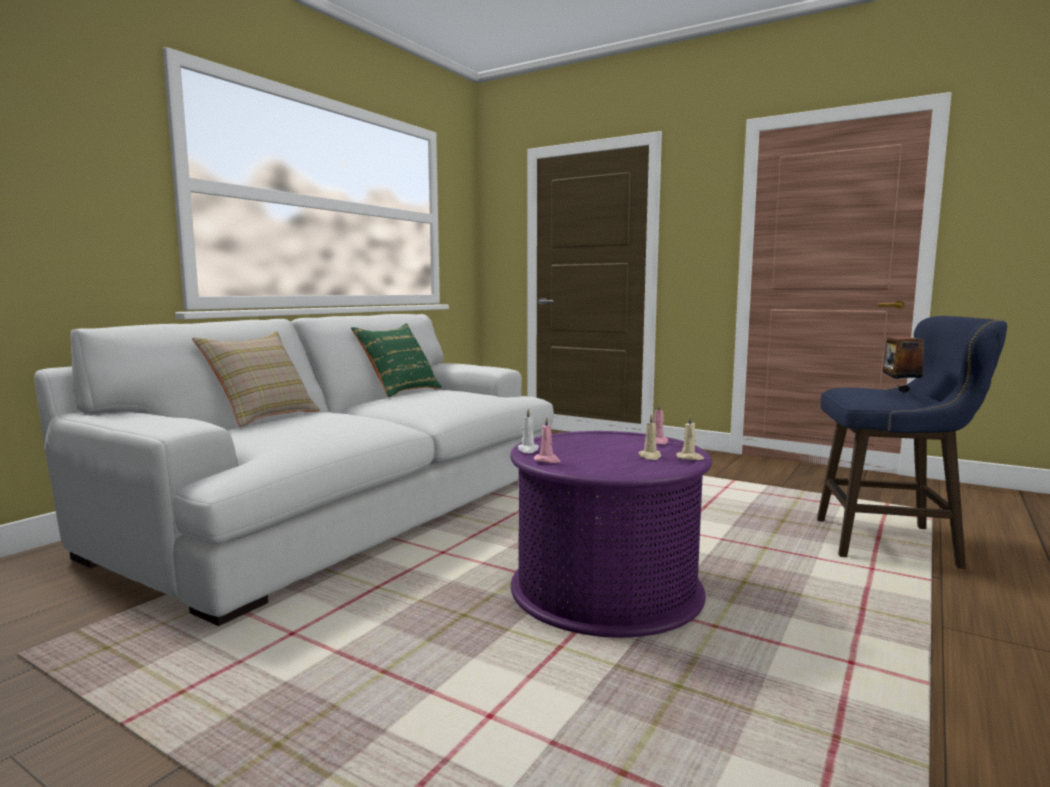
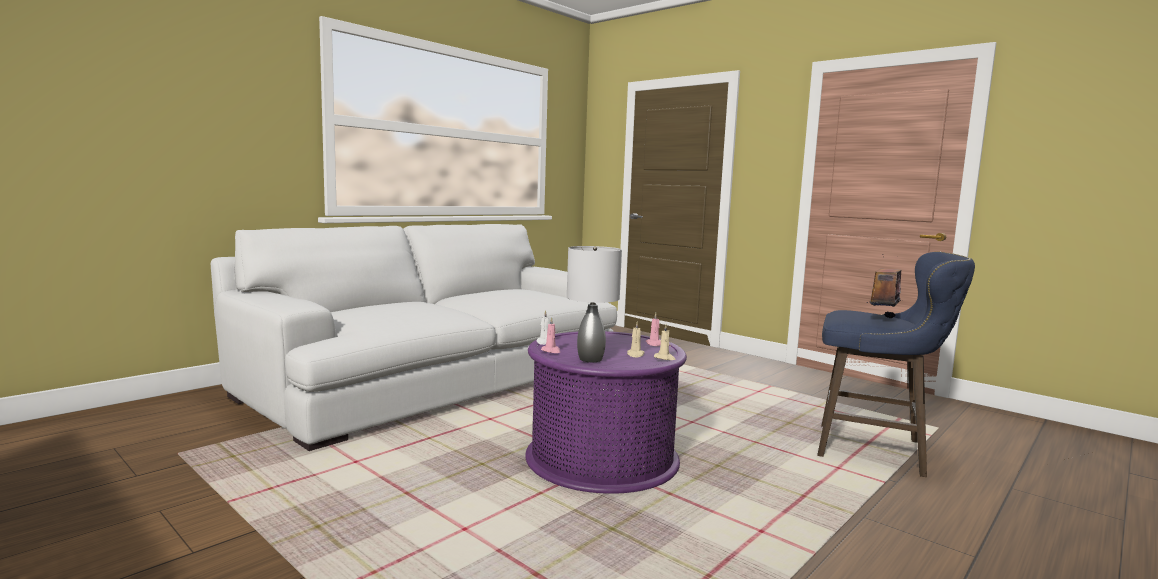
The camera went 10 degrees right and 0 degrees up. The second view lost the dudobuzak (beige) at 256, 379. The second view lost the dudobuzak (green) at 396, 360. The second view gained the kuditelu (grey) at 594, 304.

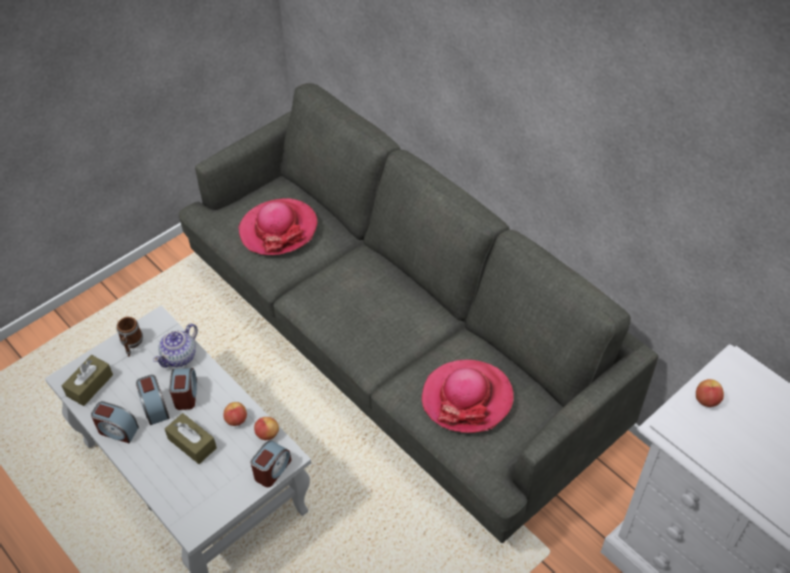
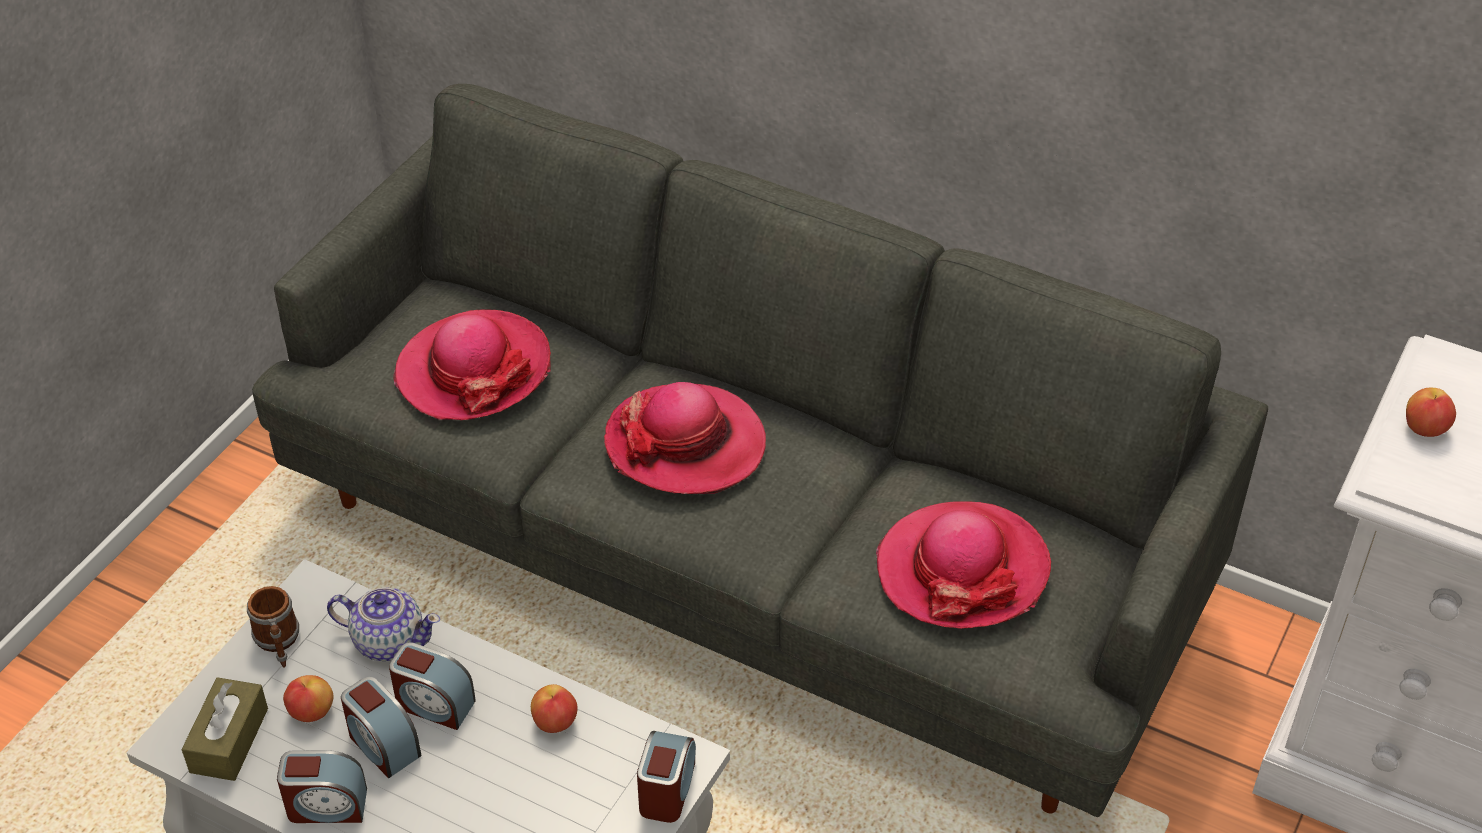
The camera went 20 degrees left and 5 degrees down. The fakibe at 175, 346 ended up facing another way, 90 degrees counterclockwise from before. The second view lost the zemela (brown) at 191, 438. The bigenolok at 183, 389 ended up facing another way, 135 degrees clockwise from before. The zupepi ended up elsewhere, having gone from 266, 428 to 308, 698. The second view gained the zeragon at 685, 438.

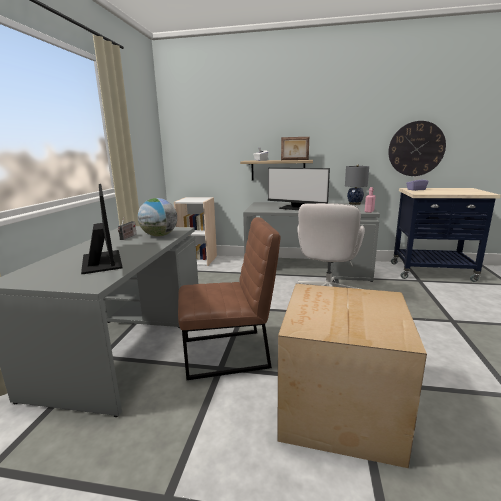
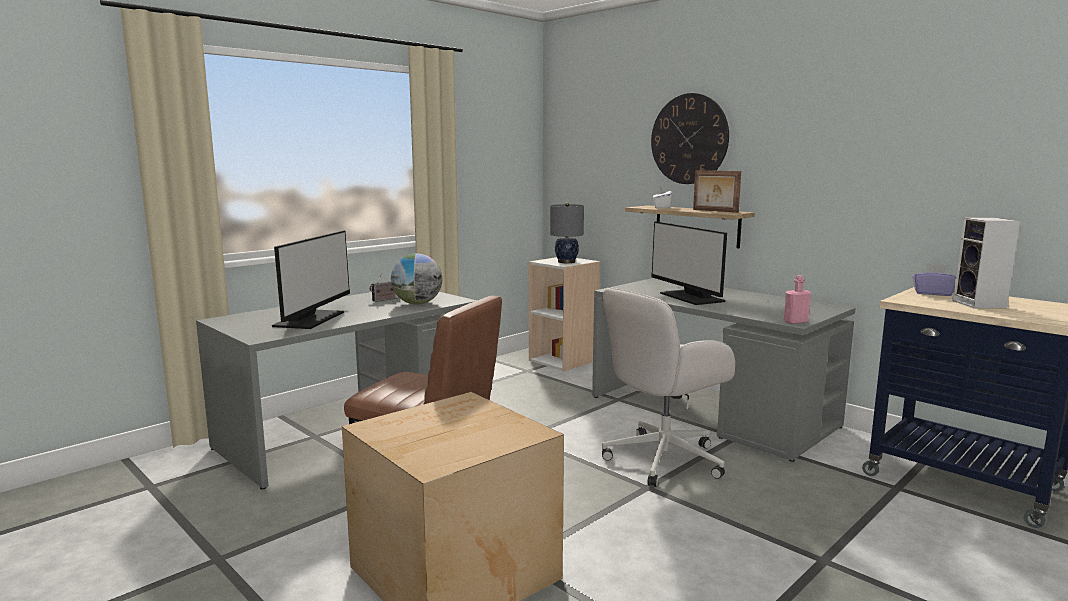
The camera went 35 degrees right and 5 degrees down. The kuditelu (grey) ended up elsewhere, having gone from 357, 185 to 567, 233. The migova ended up elsewhere, having gone from 417, 148 to 690, 138. The second view gained the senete at 986, 263.

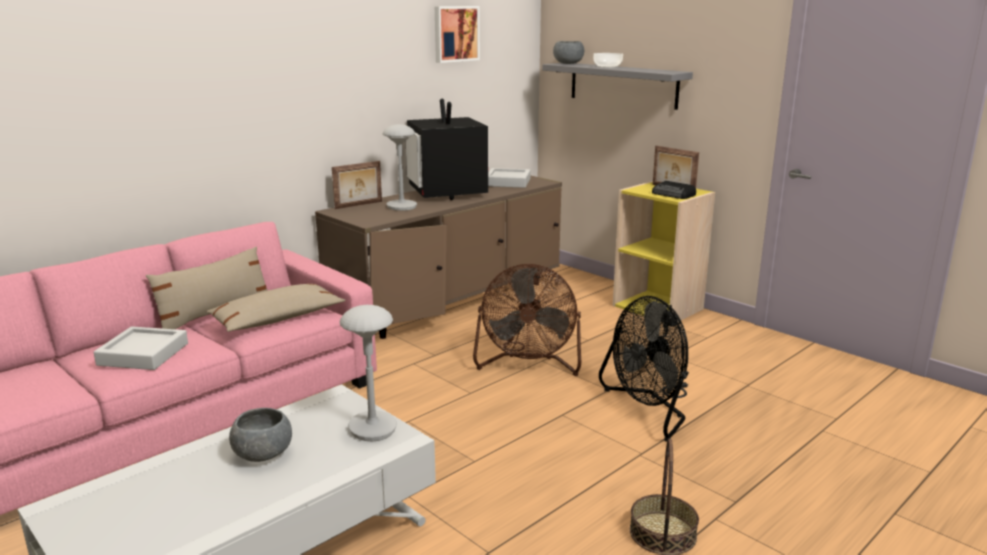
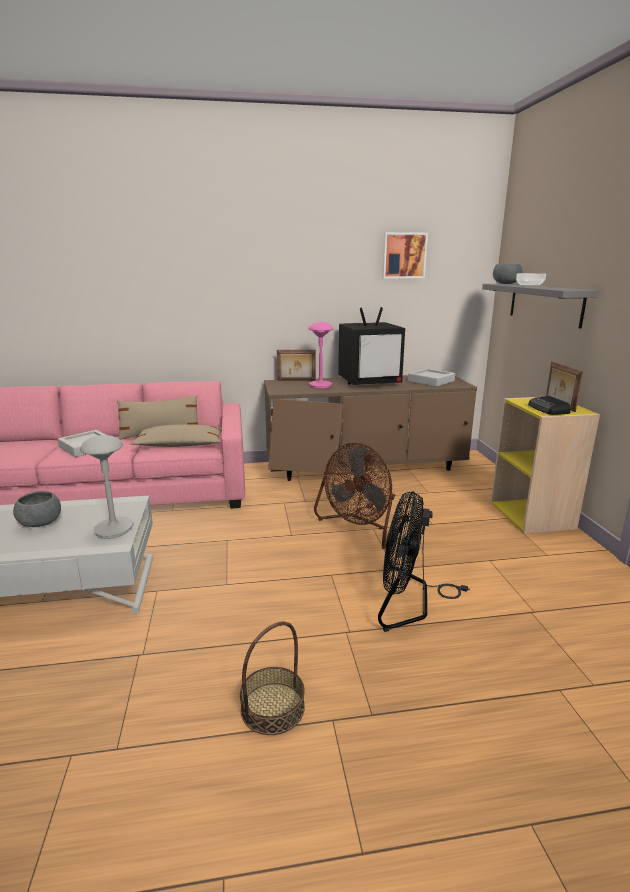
The camera went 35 degrees right and 0 degrees up. What was the kuditelu (grey) at 400, 167 turned into the kuditelu (pink) at 320, 355. The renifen at 447, 149 ended up facing another way, 120 degrees counterclockwise from before.

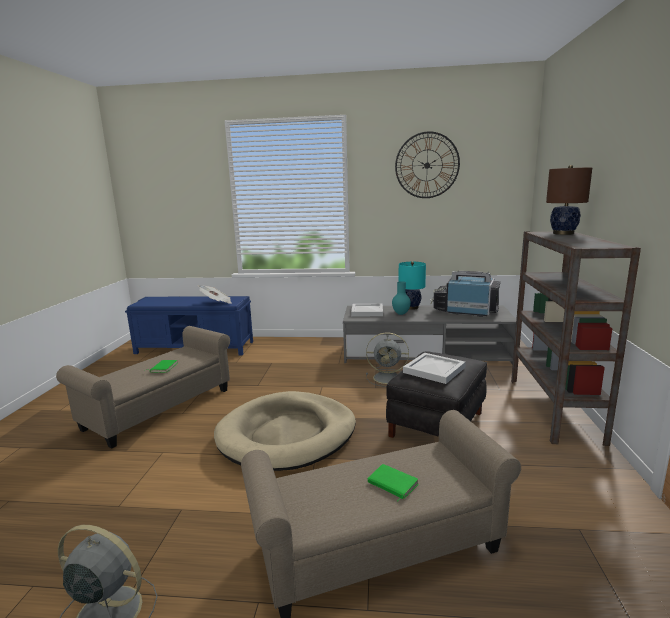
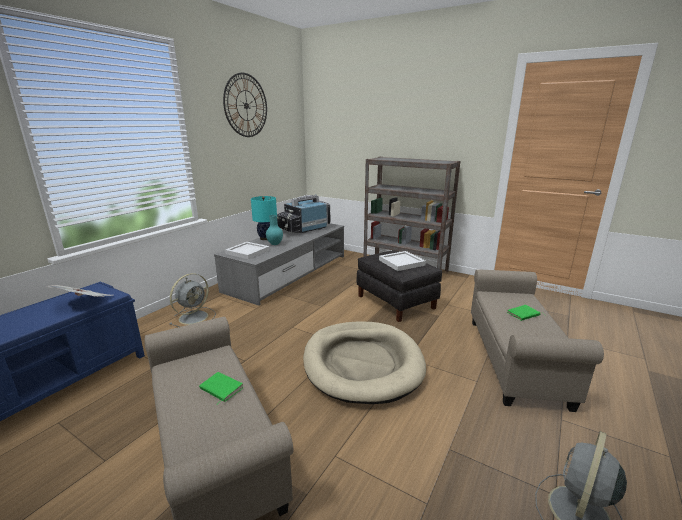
The camera went 65 degrees left and 5 degrees up. The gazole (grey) ended up elsewhere, having gone from 387, 359 to 192, 300. The second view lost the kuditelu (brown) at 569, 200.

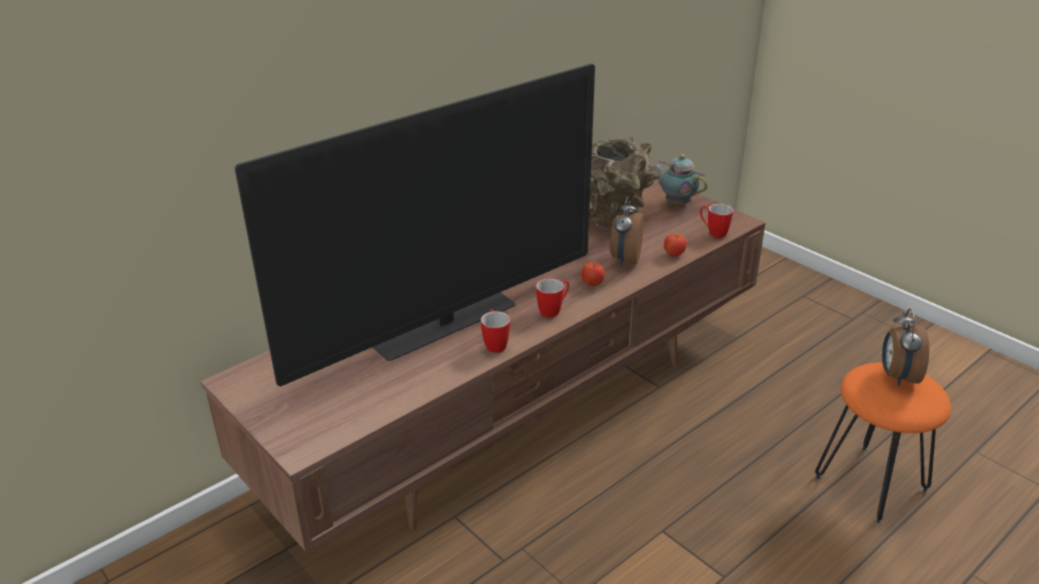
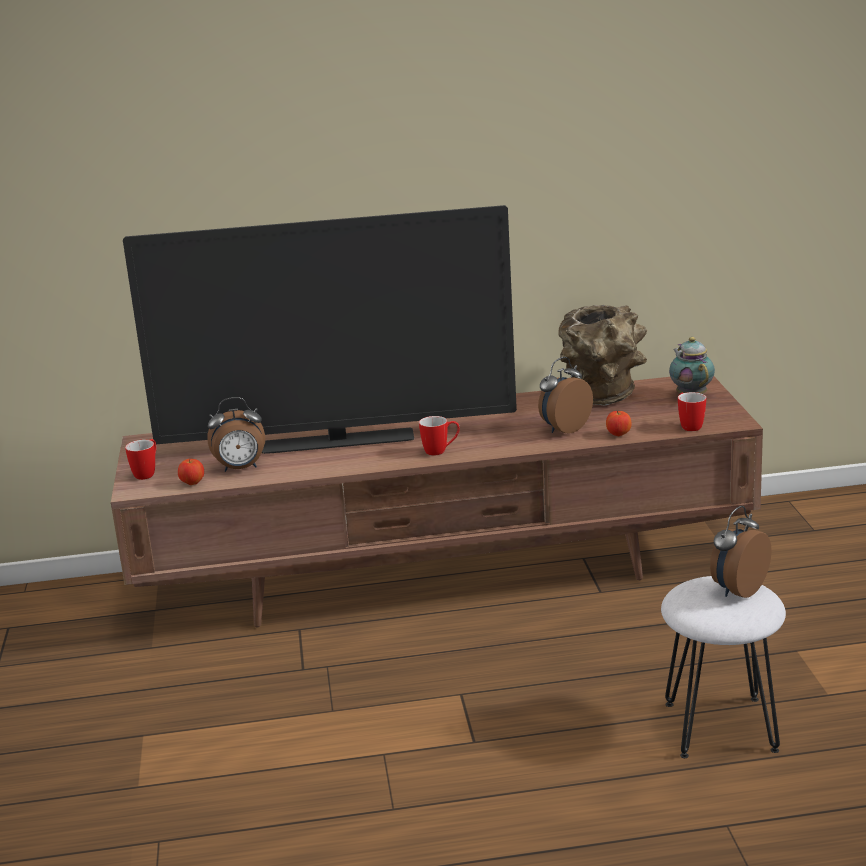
The camera went 35 degrees right and 10 degrees down. The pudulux ended up elsewhere, having gone from 495, 331 to 140, 459. The zupepi ended up elsewhere, having gone from 593, 274 to 191, 472. What was the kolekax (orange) at 883, 443 turned into the kolekax (white) at 723, 667. The second view gained the bigenolok at 236, 434.

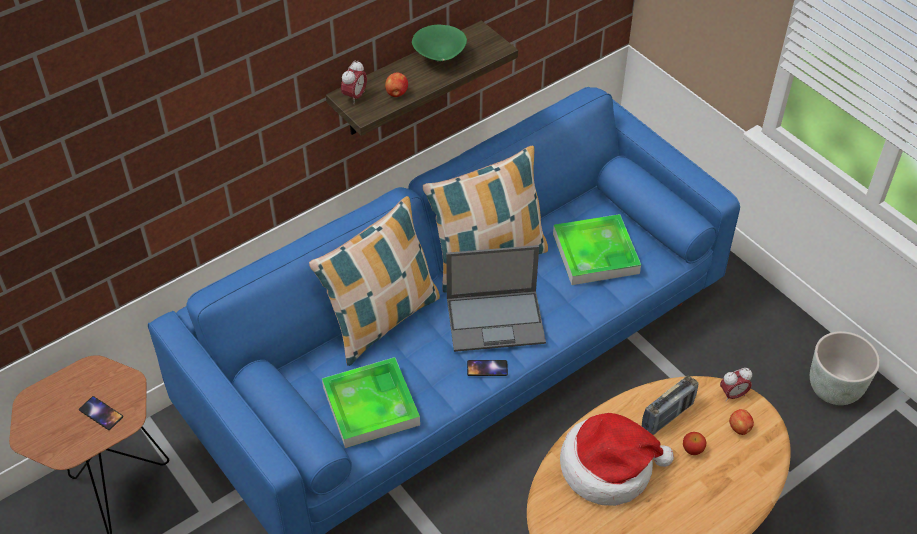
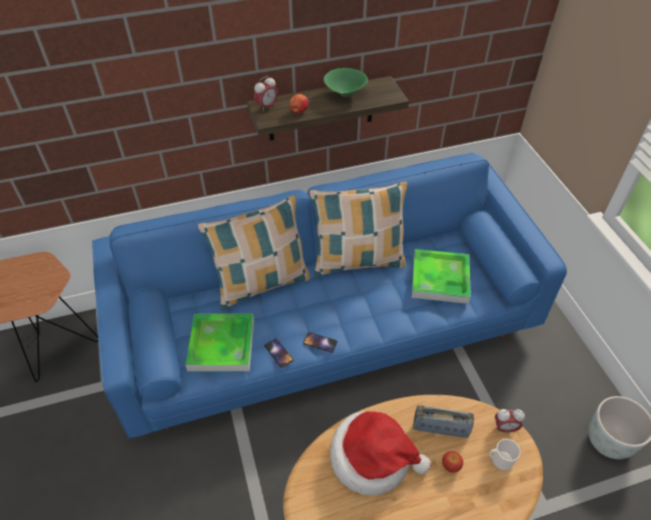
The camera went 20 degrees right and 0 degrees up. The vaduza ended up elsewhere, having gone from 101, 413 to 278, 353. The second view lost the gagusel at 496, 298. The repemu at 670, 405 ended up facing another way, 150 degrees counterclockwise from before. Where the zupepi stood at 741, 422, the pudulux came to stand at 505, 455.

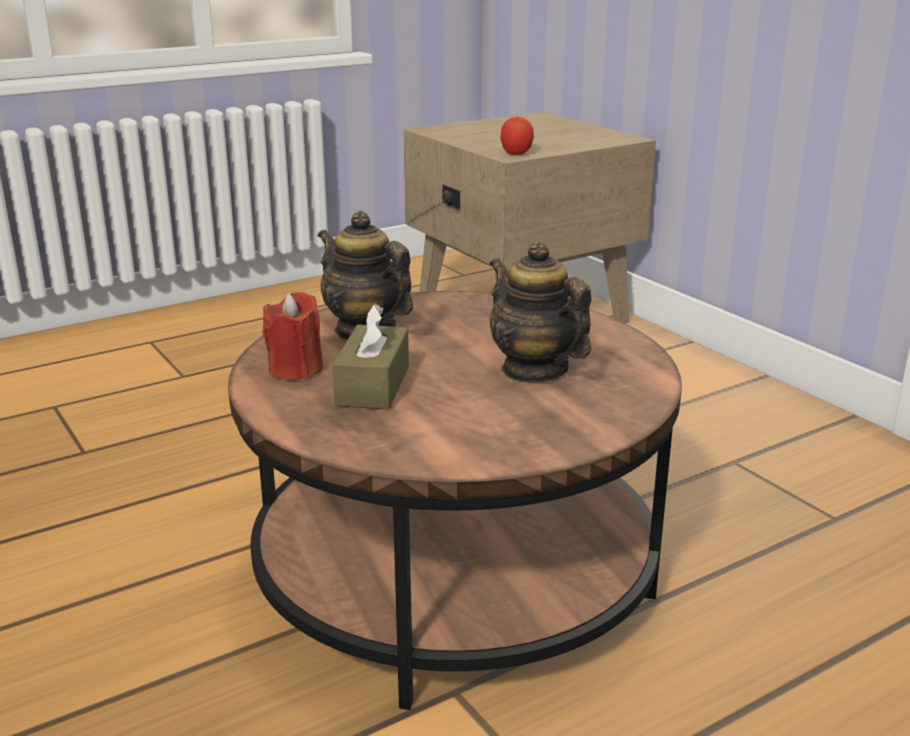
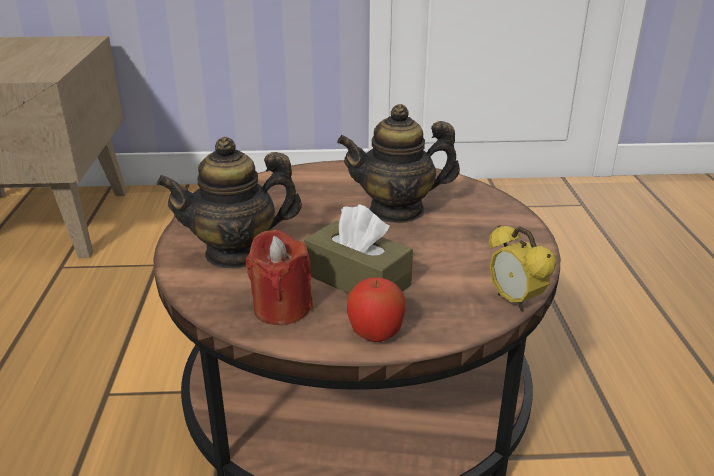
The camera went 60 degrees left and 5 degrees up. The zupepi ended up elsewhere, having gone from 517, 135 to 376, 309. The second view gained the bigenolok at 523, 268.

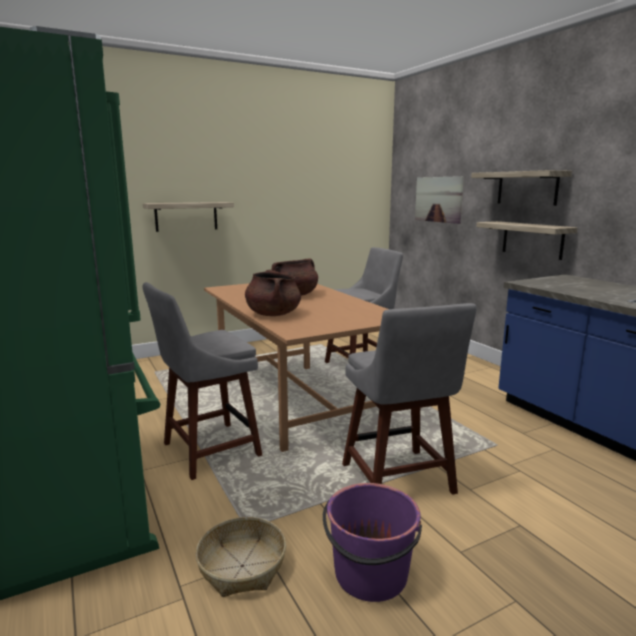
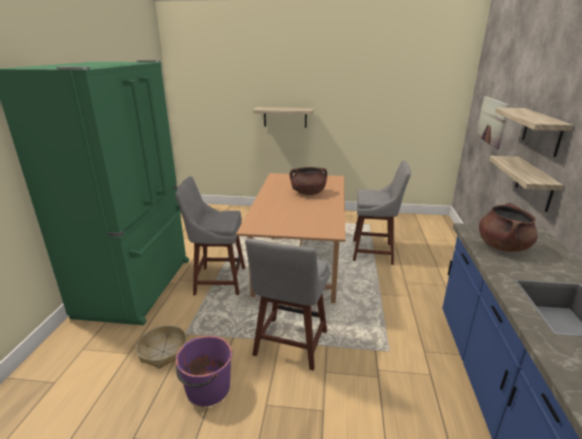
The camera went 35 degrees right and 10 degrees up. The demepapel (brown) ended up elsewhere, having gone from 273, 293 to 508, 227.

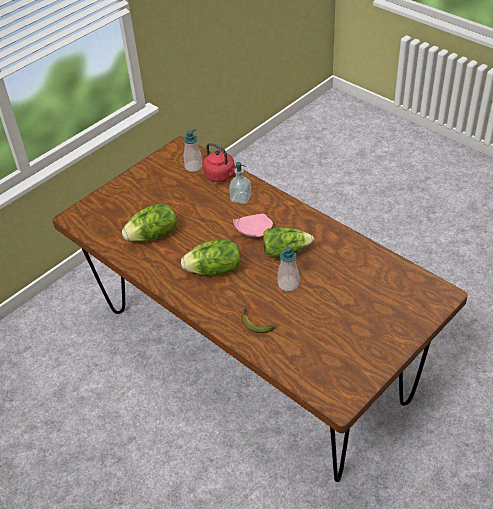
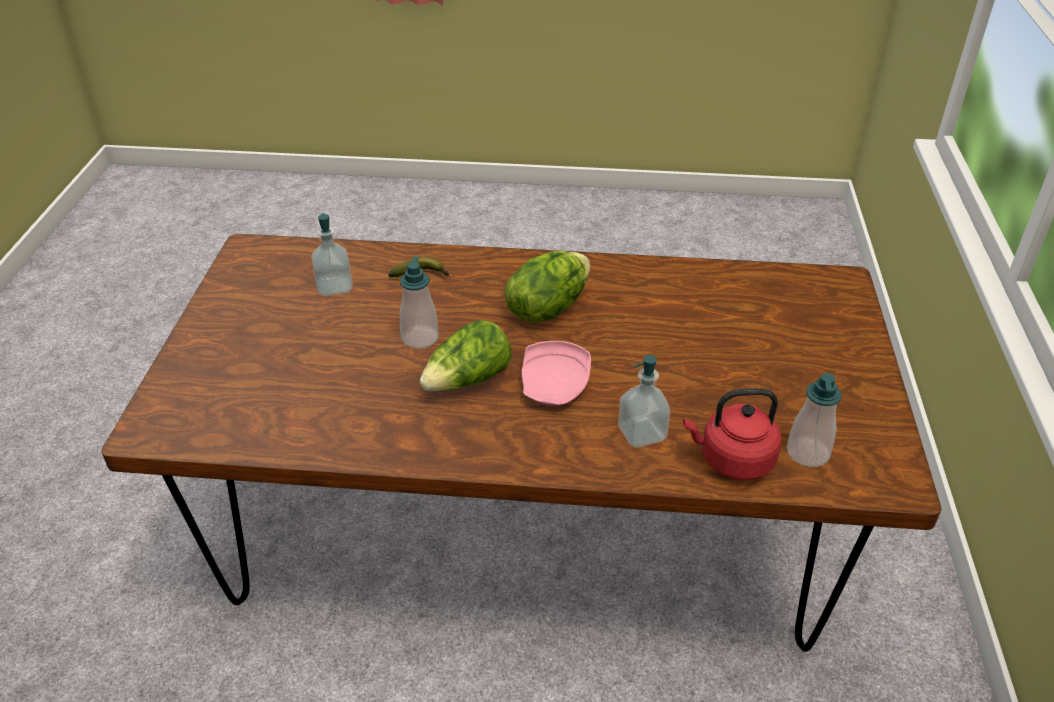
The camera went 140 degrees right and 5 degrees down. The second view lost the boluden at 149, 222. The second view gained the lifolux at 332, 254.

